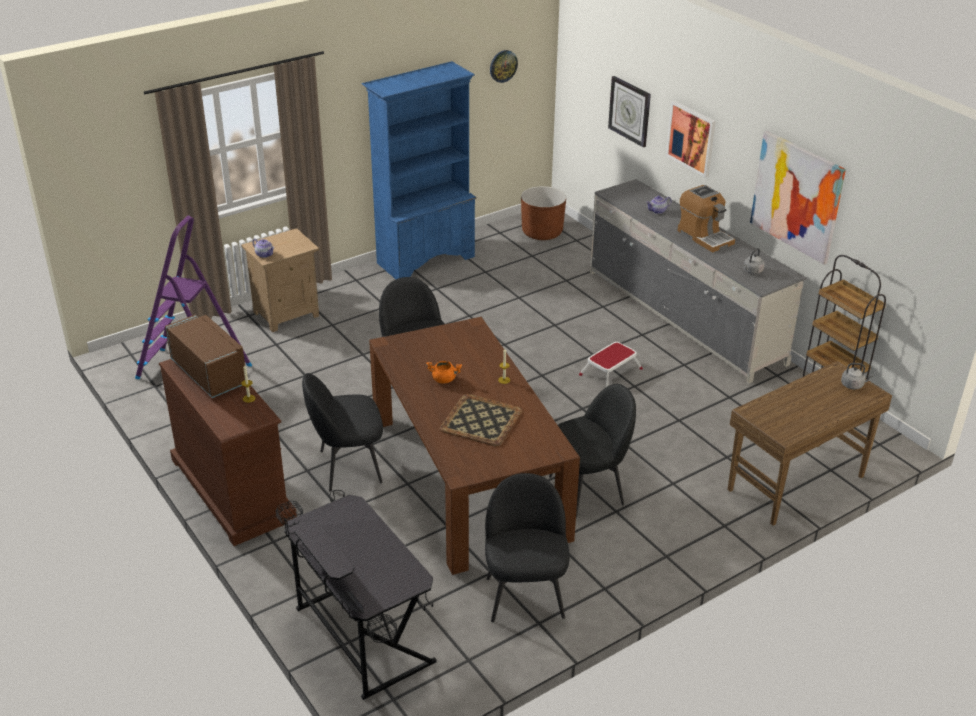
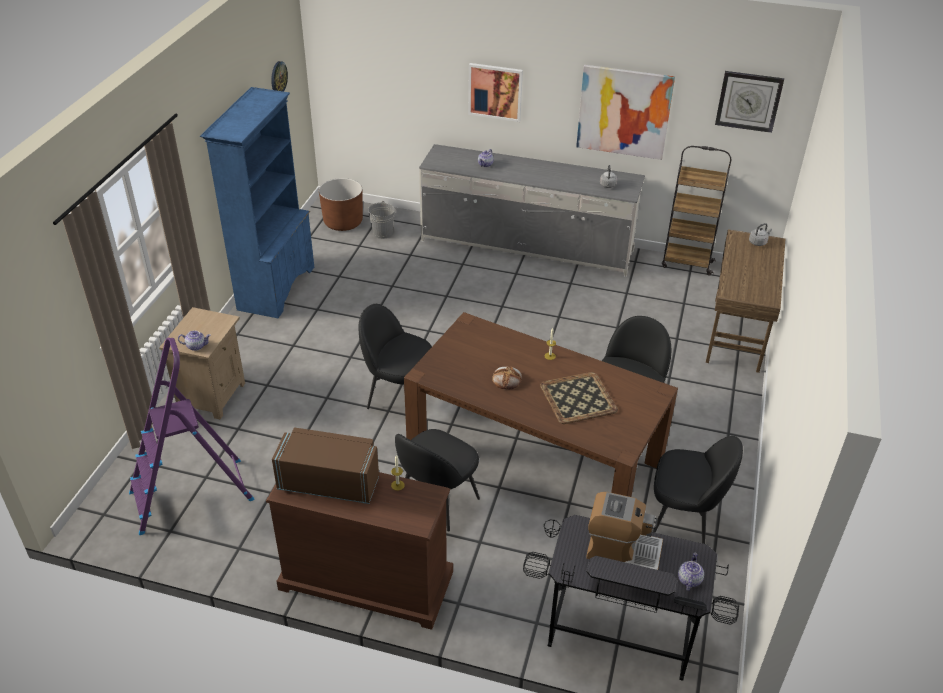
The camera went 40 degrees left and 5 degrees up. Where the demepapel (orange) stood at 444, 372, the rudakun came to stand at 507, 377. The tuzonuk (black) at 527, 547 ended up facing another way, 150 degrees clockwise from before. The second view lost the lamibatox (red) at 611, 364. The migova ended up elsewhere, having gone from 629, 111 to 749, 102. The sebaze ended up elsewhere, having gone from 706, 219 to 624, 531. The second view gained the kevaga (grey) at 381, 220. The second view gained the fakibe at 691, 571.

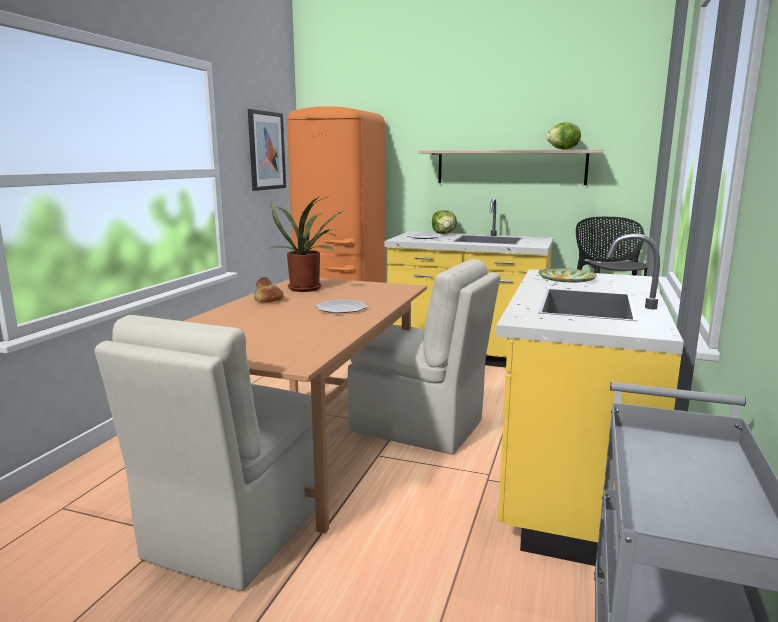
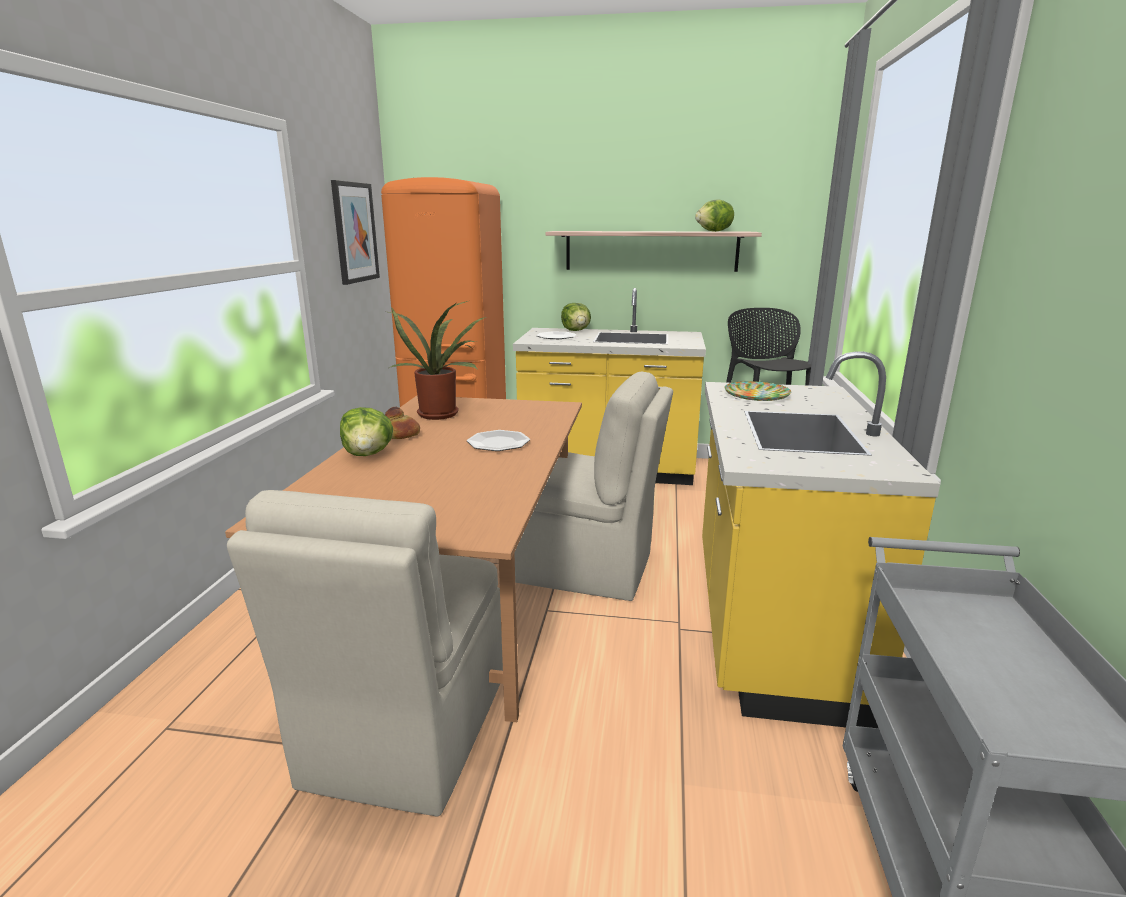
The camera went 10 degrees left and 5 degrees up. The second view gained the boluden at 366, 431.

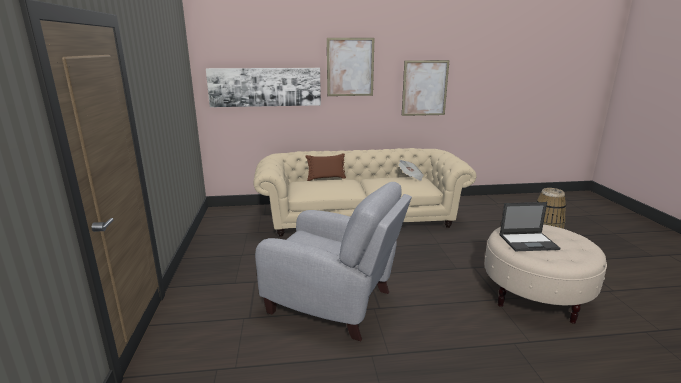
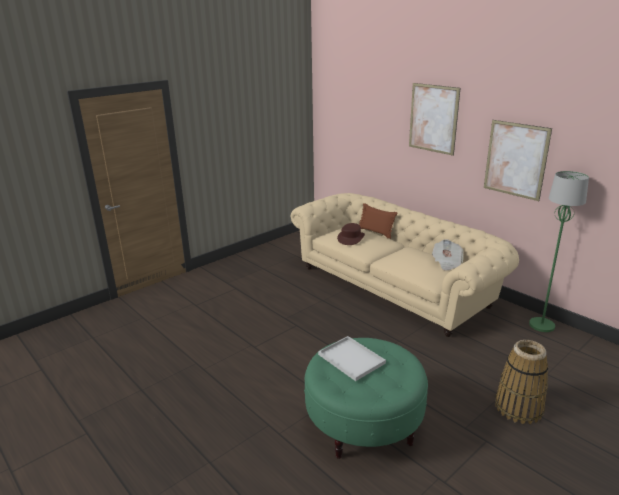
The camera went 55 degrees right and 5 degrees up. The second view lost the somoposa at 263, 87. The second view lost the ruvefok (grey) at 333, 261. What was the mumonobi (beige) at 546, 274 turned into the mumonobi (green) at 366, 398. Where the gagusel stood at 530, 226, the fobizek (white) came to stand at 352, 358. The second view gained the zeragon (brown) at 351, 234. The second view gained the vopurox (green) at 559, 251.

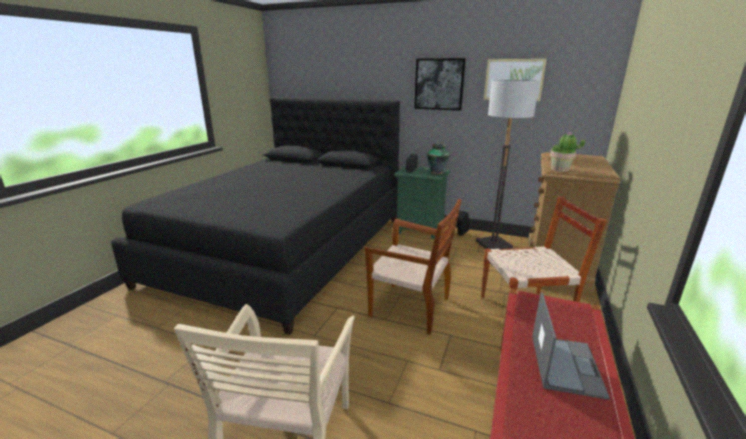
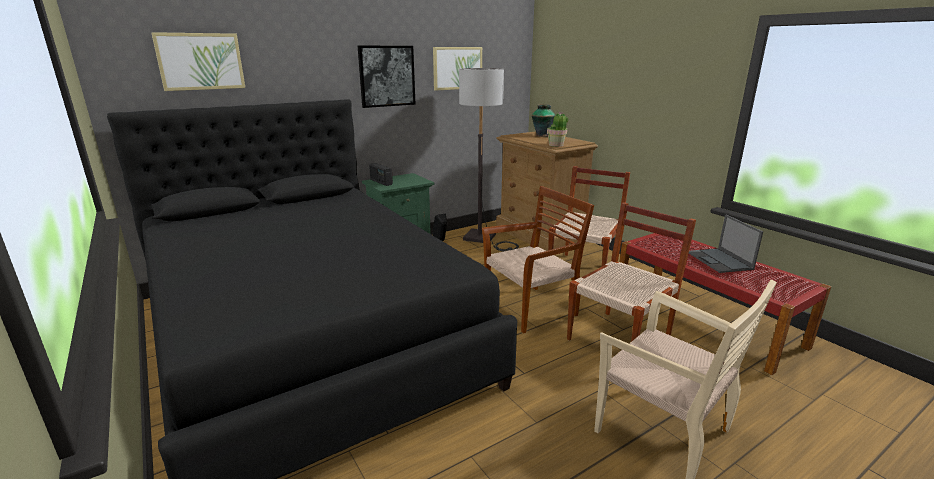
The camera went 55 degrees left and 0 degrees up. The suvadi ended up elsewhere, having gone from 438, 159 to 544, 120. The gagusel at 571, 346 ended up facing another way, 150 degrees counterclockwise from before. The second view gained the somoposa at 198, 61. The second view gained the tuzonuk at 631, 272.

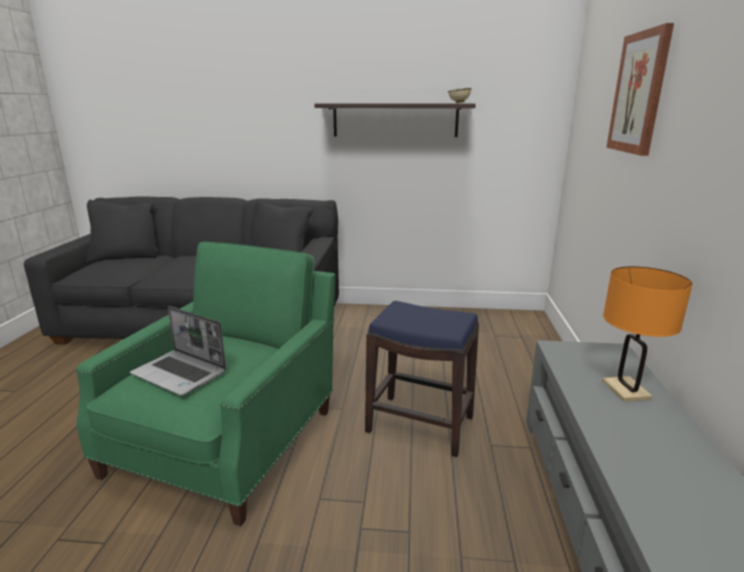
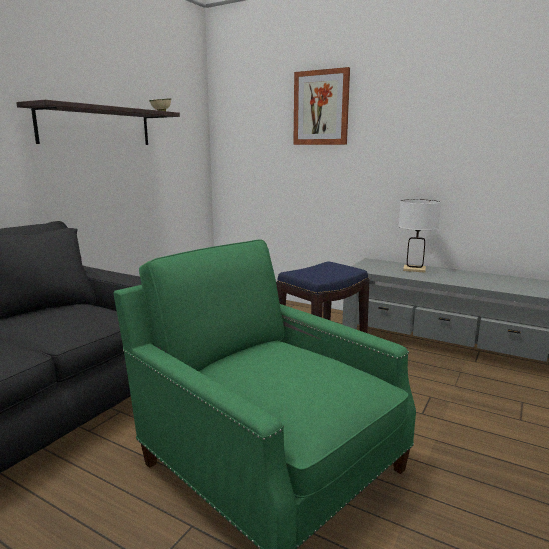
The camera went 65 degrees left and 5 degrees down. The second view lost the gagusel at 178, 351. What was the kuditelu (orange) at 647, 334 turned into the kuditelu (white) at 420, 236.

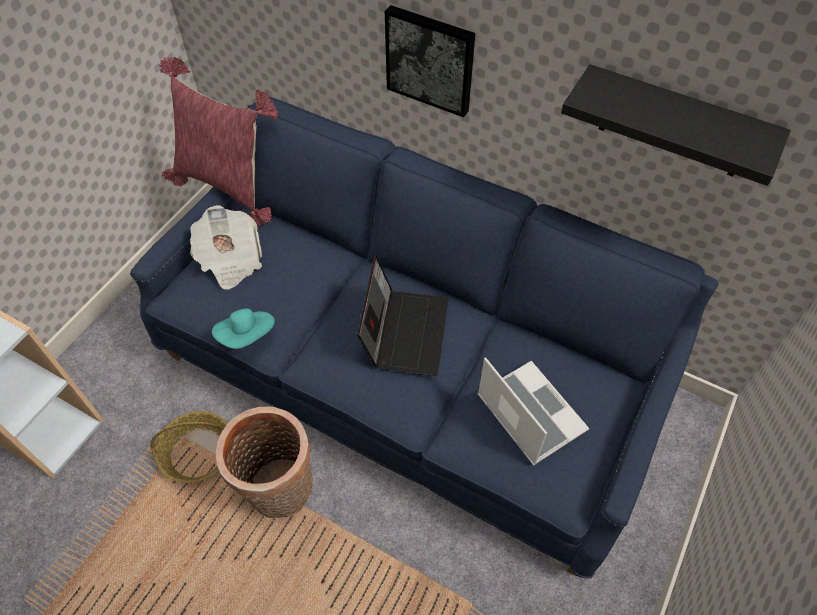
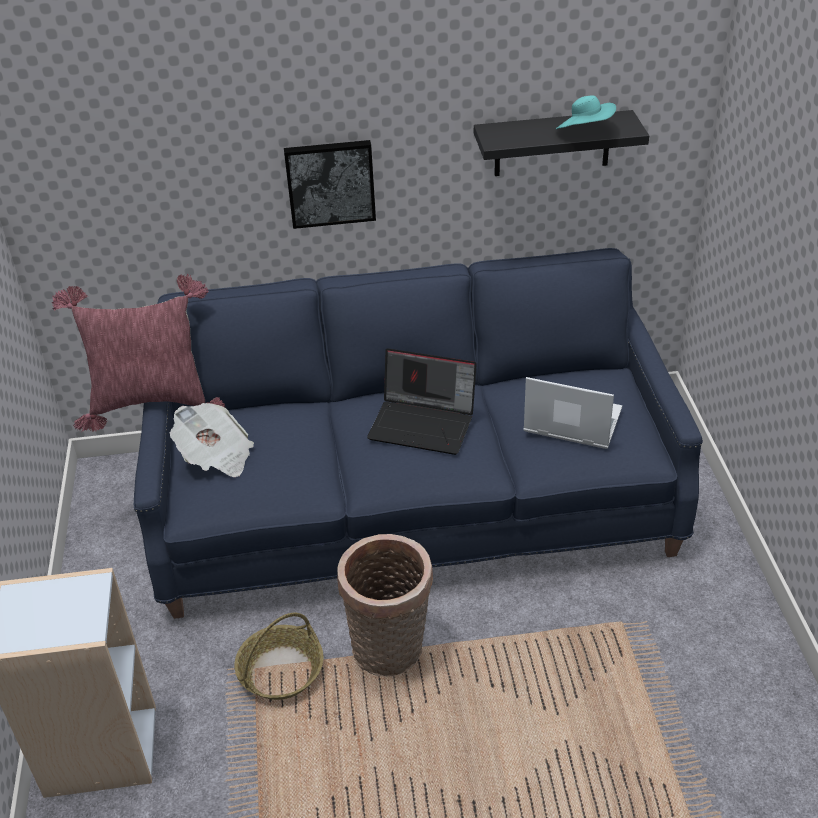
The camera went 35 degrees left and 15 degrees down. The zeragon (turquoise) ended up elsewhere, having gone from 243, 328 to 586, 112. The gagusel at 402, 315 ended up facing another way, 135 degrees clockwise from before.

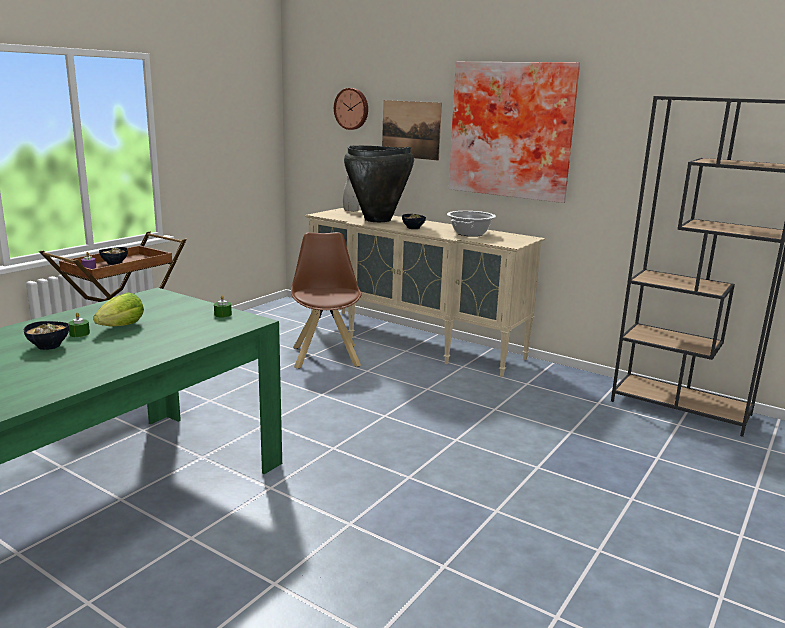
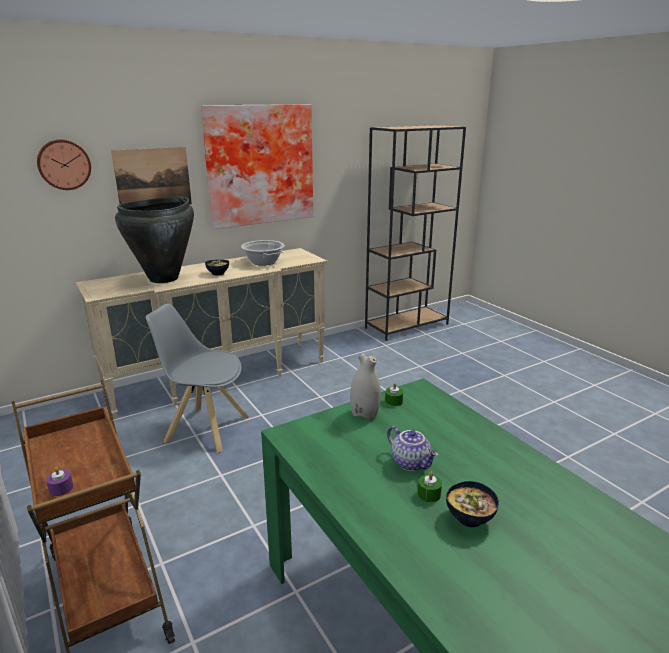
The camera went 65 degrees left and 5 degrees up. Where the boluden stood at 118, 309, the fakibe came to stand at 412, 448. The second view lost the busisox at 113, 256. What was the tuzonuk (brown) at 326, 300 turned into the tuzonuk (grey) at 197, 378. The suvadi (white) ended up elsewhere, having gone from 351, 193 to 365, 386.

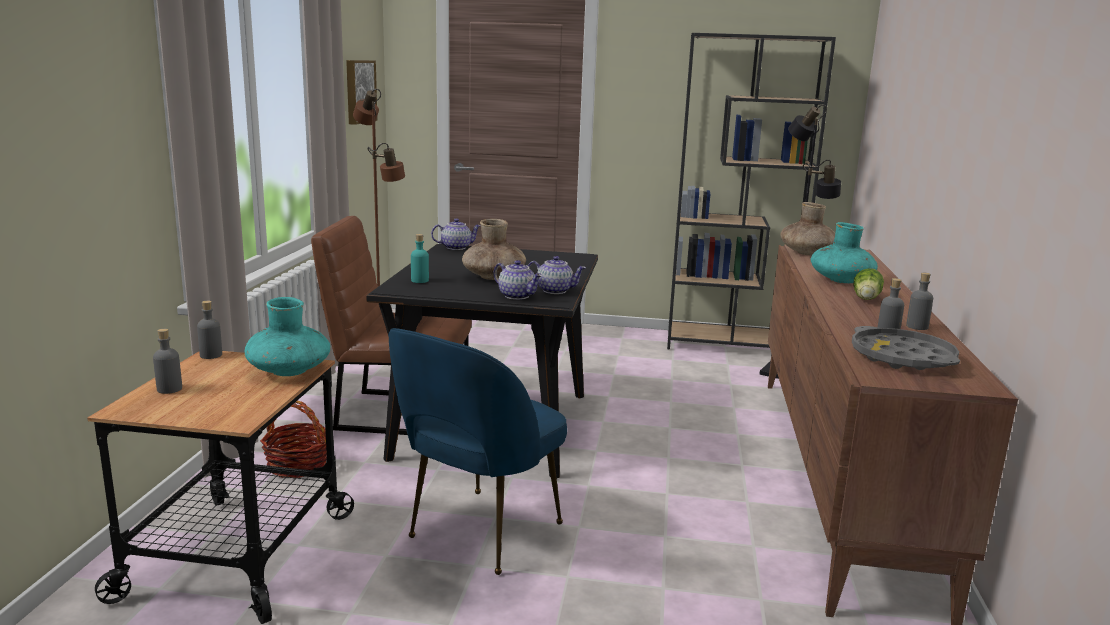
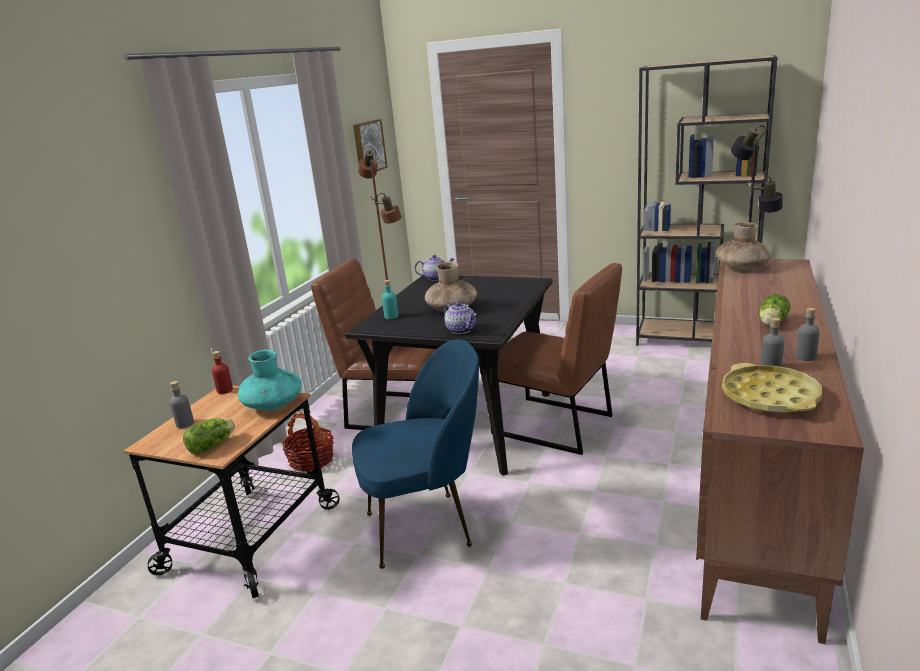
The camera went 15 degrees right and 5 degrees up. What was the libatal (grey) at 209, 330 turned into the libatal (red) at 222, 372. The tuzonuk (blue) at 478, 451 ended up facing another way, 150 degrees counterclockwise from before. The second view lost the fakibe at 557, 275. The second view lost the suvadi (turquoise) at 844, 252. What was the fobizek (grey) at 906, 348 turned into the fobizek (yellow) at 772, 387. The second view gained the boluden at 209, 436. The second view gained the tuzonuk (brown) at 556, 359.

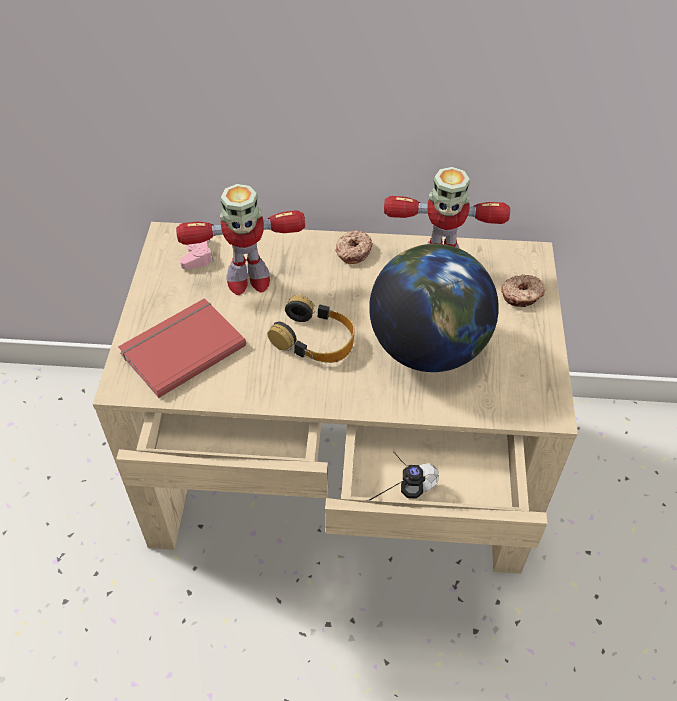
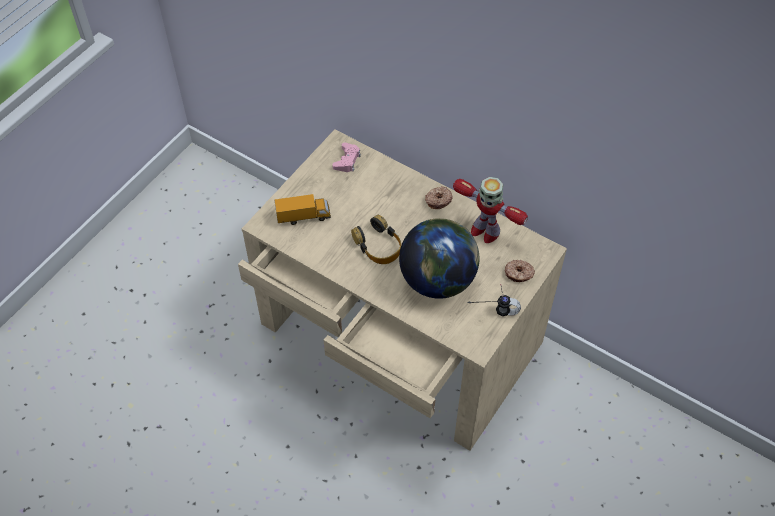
The camera went 30 degrees right and 5 degrees up. Where the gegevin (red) stood at 182, 348, the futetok came to stand at 303, 209. The second view lost the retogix at 240, 239. The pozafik ended up elsewhere, having gone from 402, 476 to 494, 300.

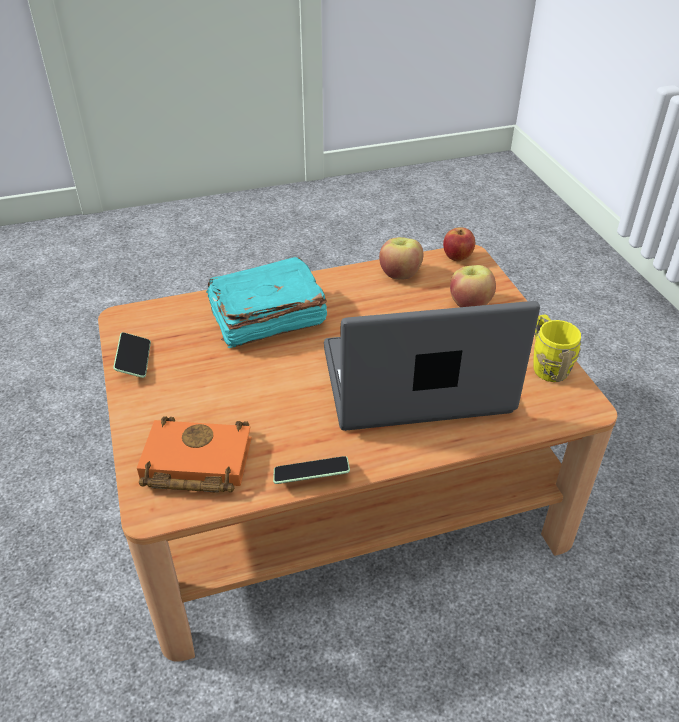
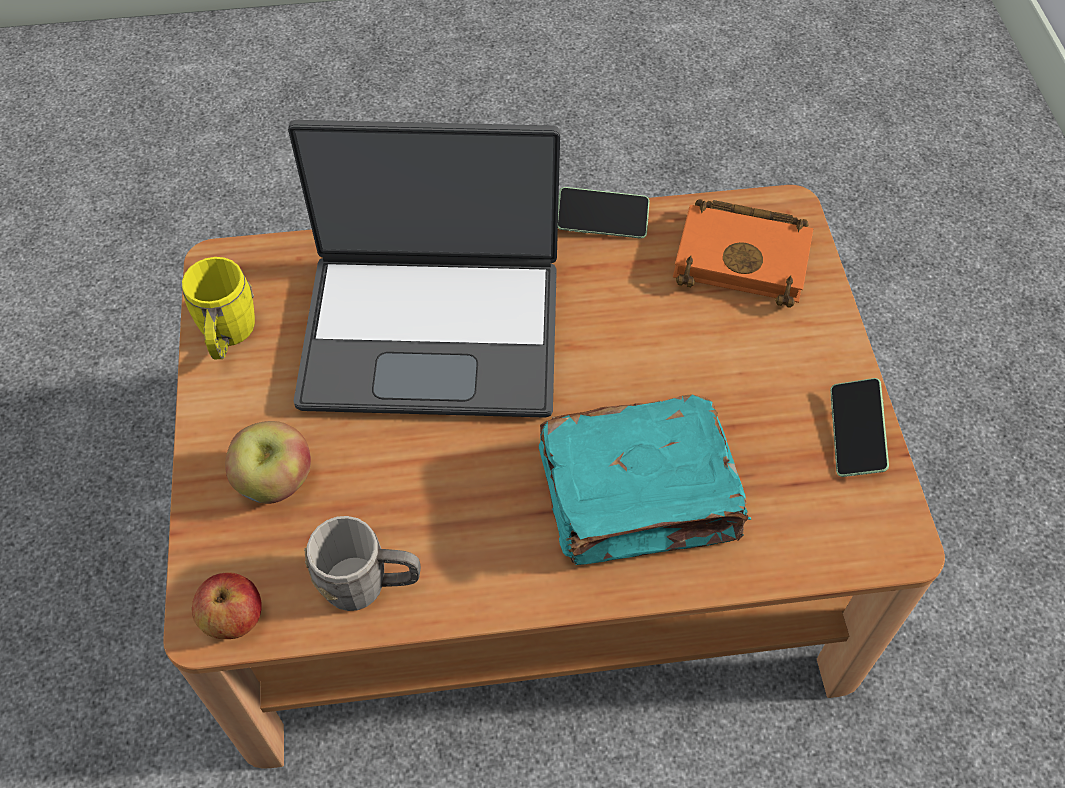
The camera went 170 degrees left and 15 degrees up. Where the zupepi stood at 401, 258, the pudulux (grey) came to stand at 362, 563.

